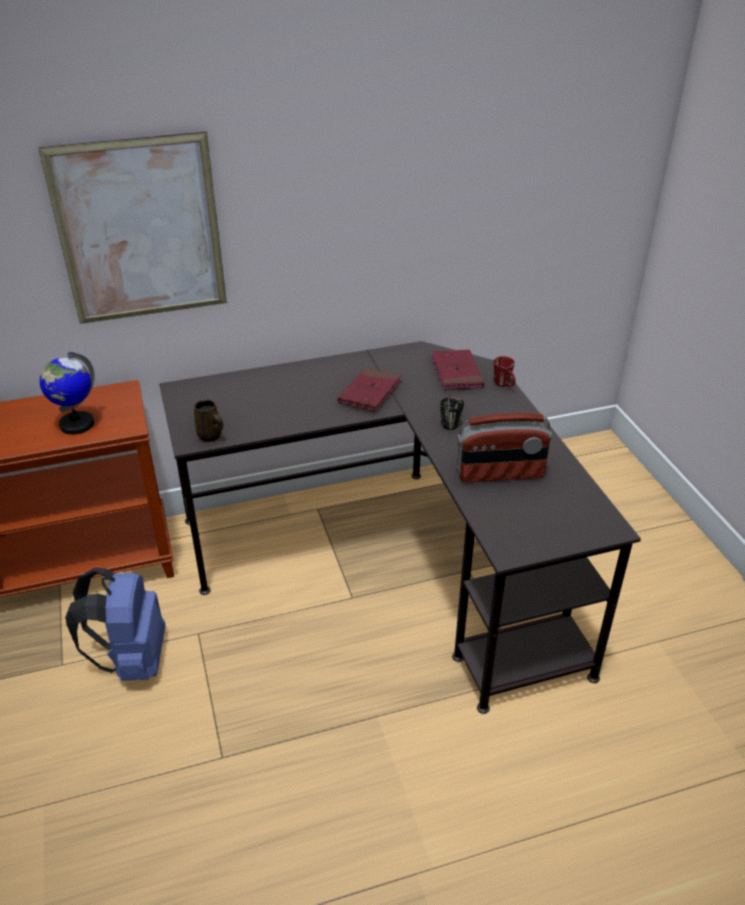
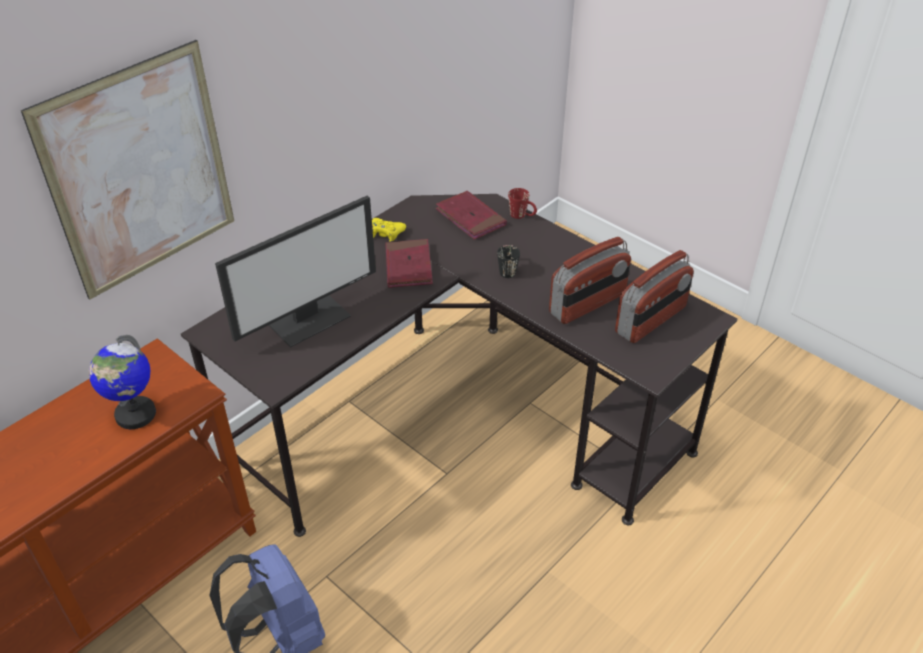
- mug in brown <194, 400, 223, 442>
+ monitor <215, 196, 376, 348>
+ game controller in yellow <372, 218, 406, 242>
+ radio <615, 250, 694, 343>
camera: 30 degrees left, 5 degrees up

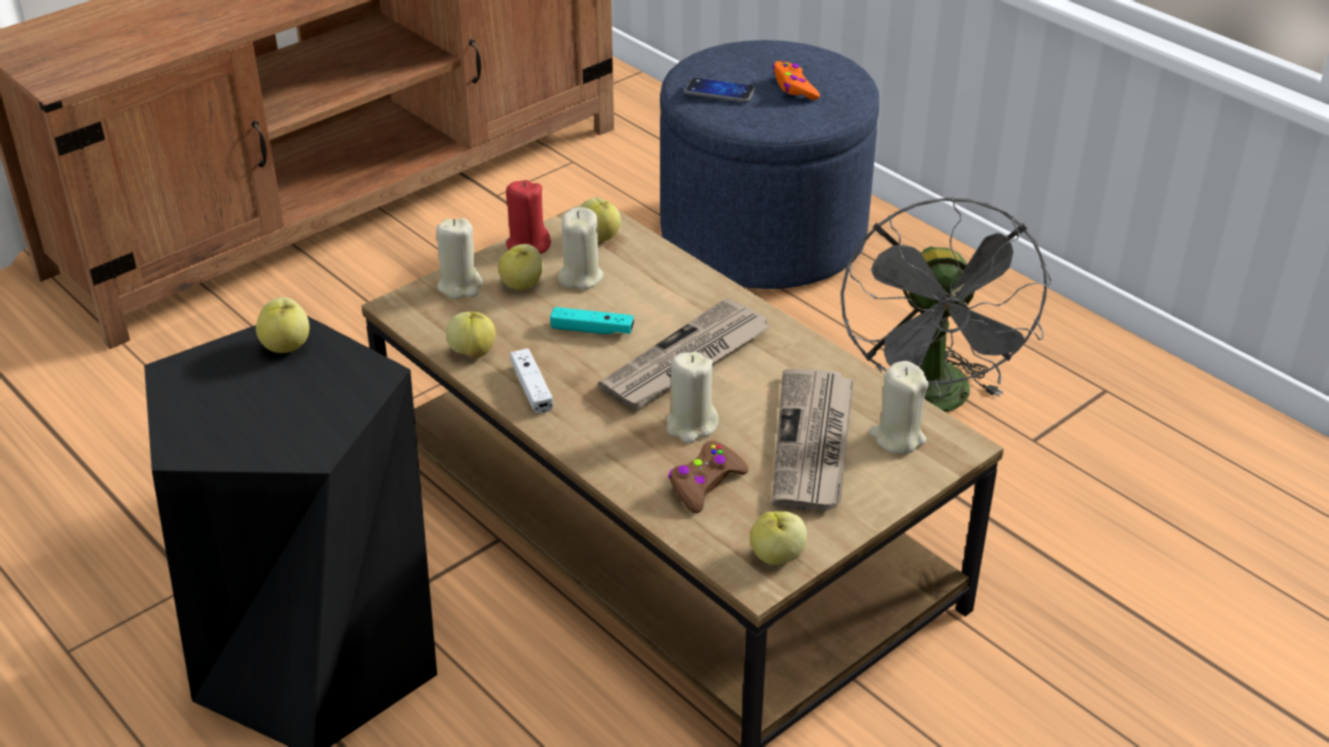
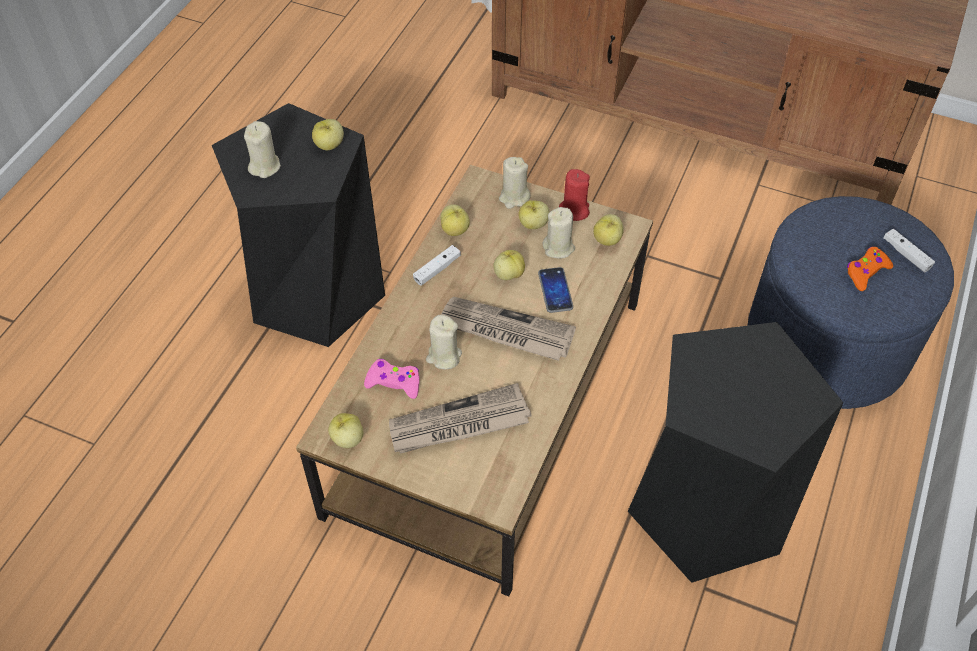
+ game controller in white <884, 229, 935, 272>
~ phone <685, 77, 755, 102> to <538, 267, 573, 313>
~ candle in beige <869, 361, 929, 454> to <244, 121, 281, 178>
~ game controller in turquoise <550, 307, 634, 334> to apple <493, 250, 525, 280>
~ fan in grey <841, 196, 1051, 412> to stool in black <628, 322, 843, 583>
~ game controller in brown <668, 441, 749, 513> to game controller in pink <364, 359, 419, 399>
camera: 65 degrees right, 15 degrees up

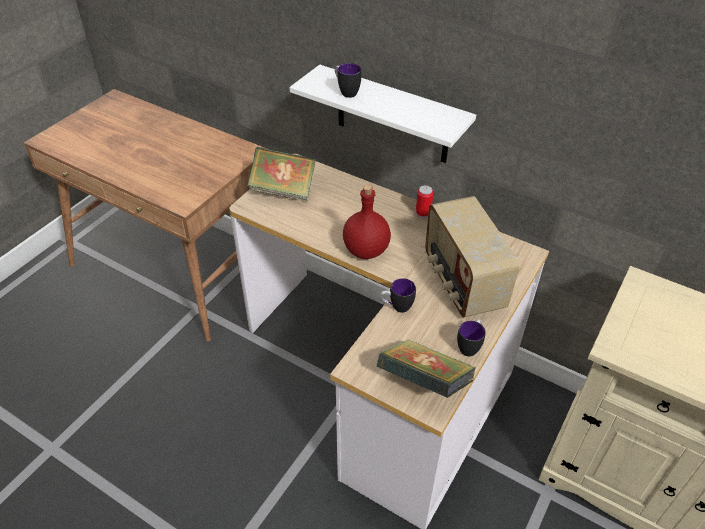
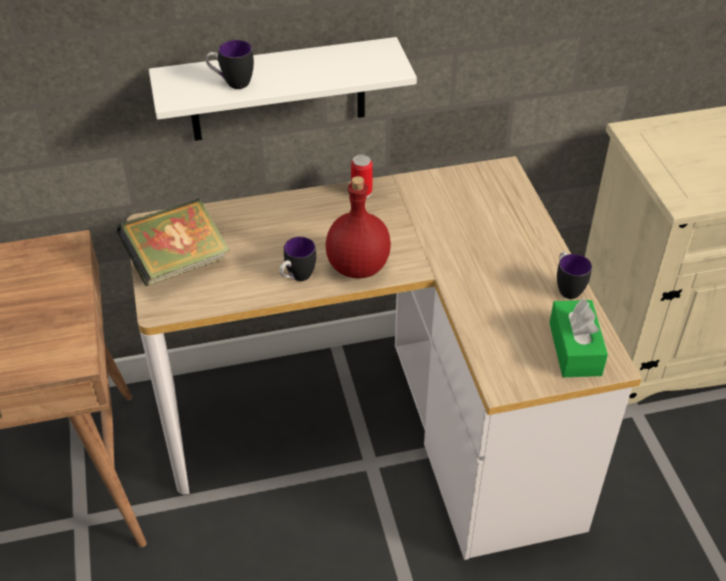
- radio <425, 196, 519, 318>
~ mug <380, 278, 416, 313> to <279, 237, 316, 281>
~ book <377, 339, 476, 398> to tissue box in green <549, 298, 608, 377>
camera: 45 degrees left, 0 degrees up

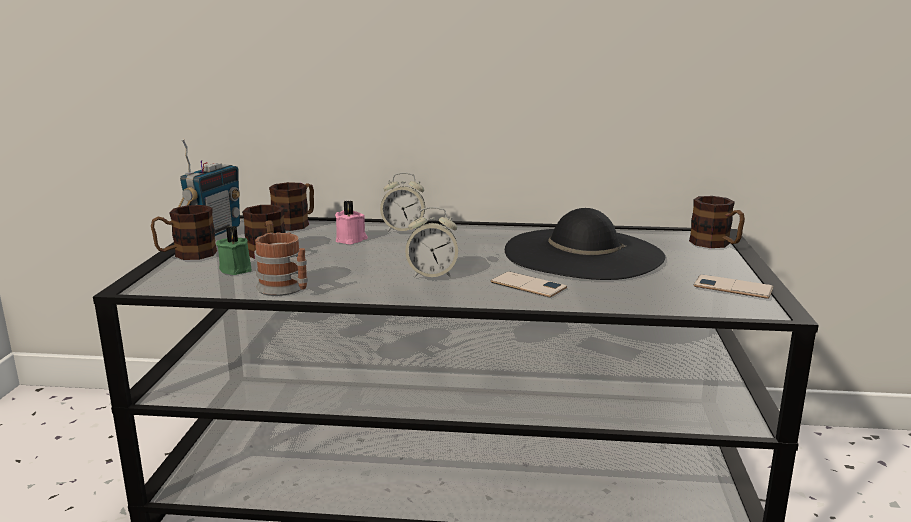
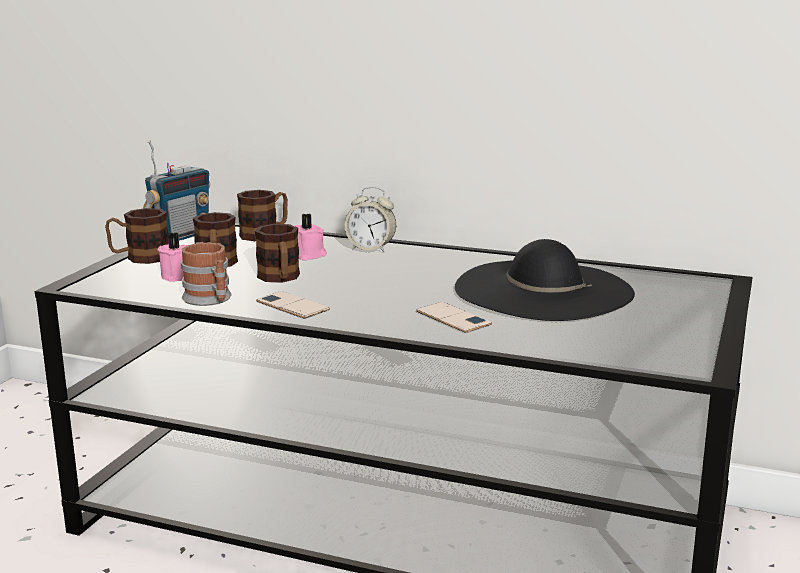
- alarm clock <405, 207, 458, 278>
~ mug <689, 196, 745, 248> to <255, 224, 300, 283>
~ phone <693, 274, 773, 299> to <256, 291, 330, 318>
~ candle in green <216, 226, 252, 275> to candle in pink <158, 232, 187, 282>
camera: 15 degrees right, 0 degrees up

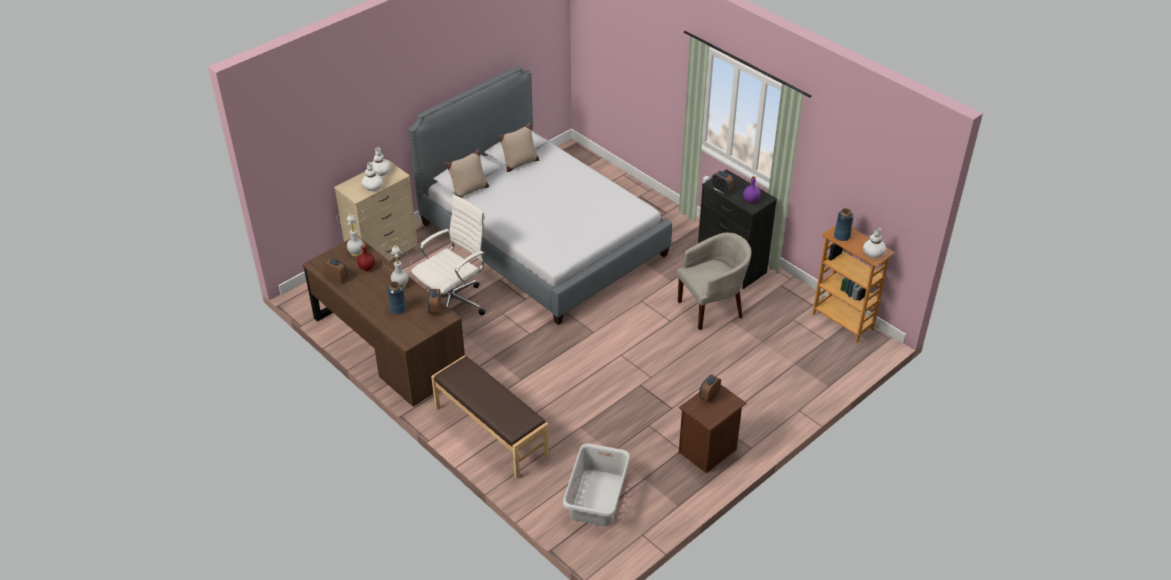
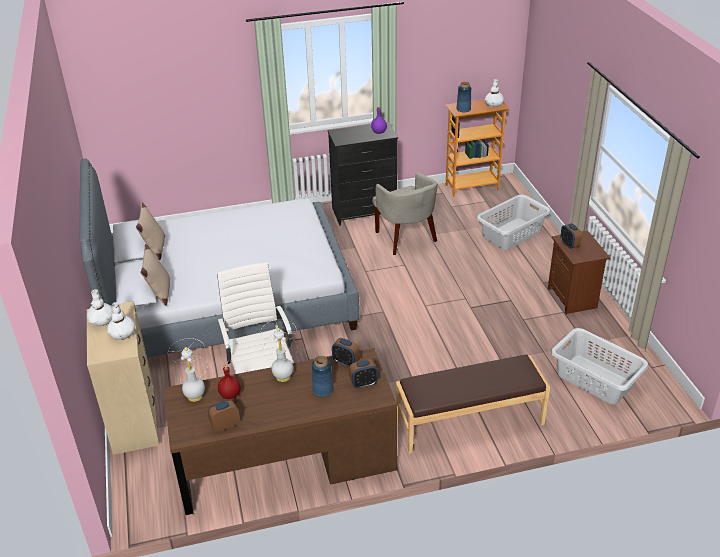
+ laundry basket in grey <477, 195, 551, 250>
~ alarm clock <712, 170, 733, 195> to <349, 359, 378, 389>
~ armchair in beige <677, 233, 752, 330> = <372, 173, 438, 255> 150 degrees clockwise
camera: 60 degrees left, 5 degrees down

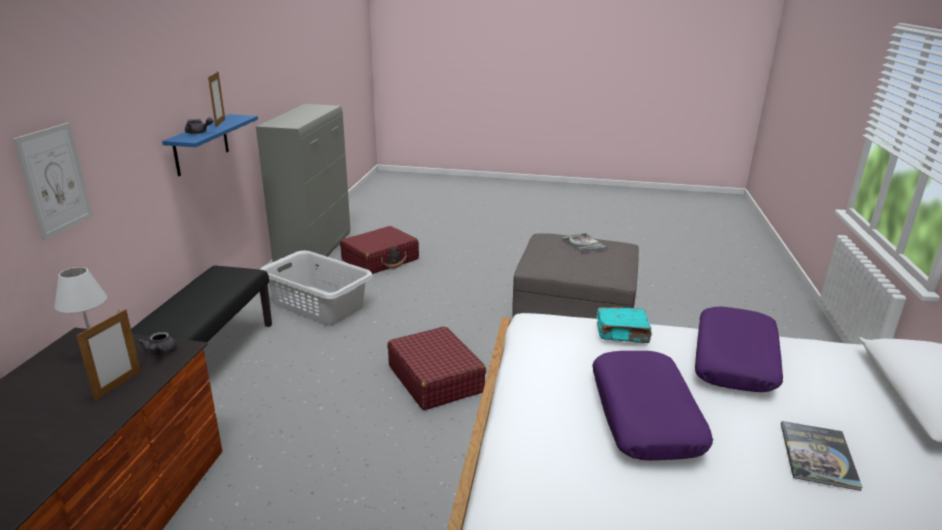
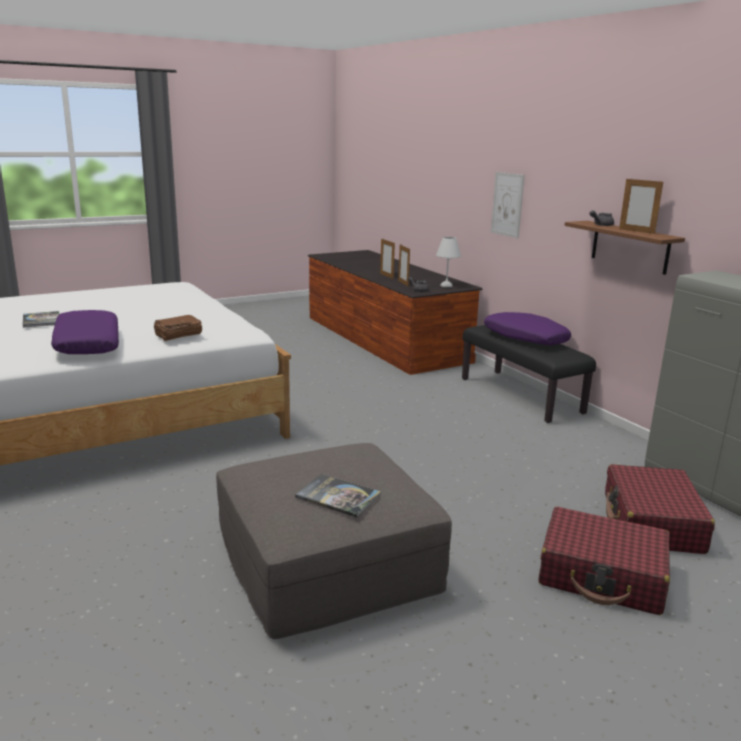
- laundry basket in grey <260, 251, 373, 325>
+ picture frame <380, 239, 395, 279>
~ suitcase in red <387, 326, 486, 410> to <538, 507, 670, 615>
~ pillow in purple <592, 351, 713, 460> to <484, 312, 571, 345>
~ shelf in blue <162, 114, 258, 176> to shelf in brown <565, 221, 685, 275>
~ book in turquoise <596, 307, 652, 343> to book in brown <153, 315, 202, 341>
camera: 140 degrees right, 5 degrees down

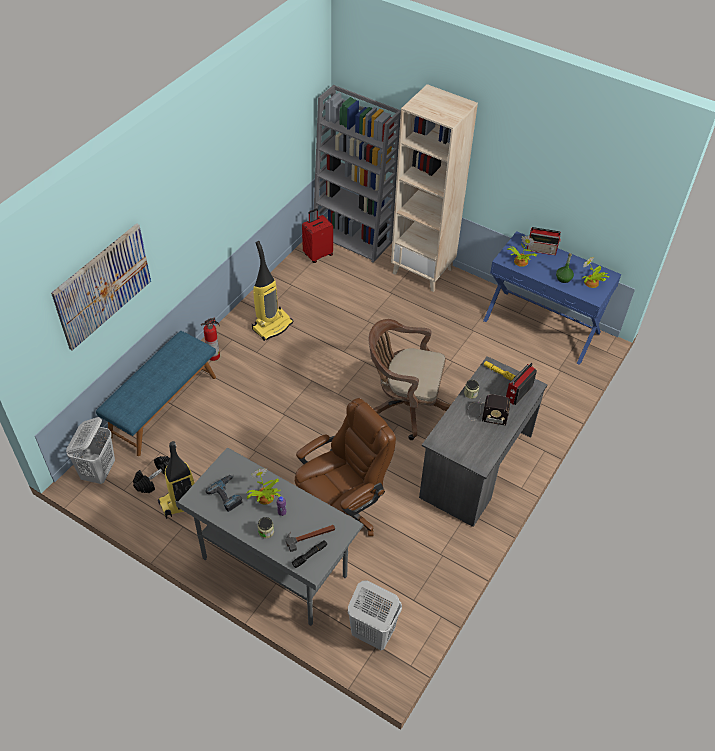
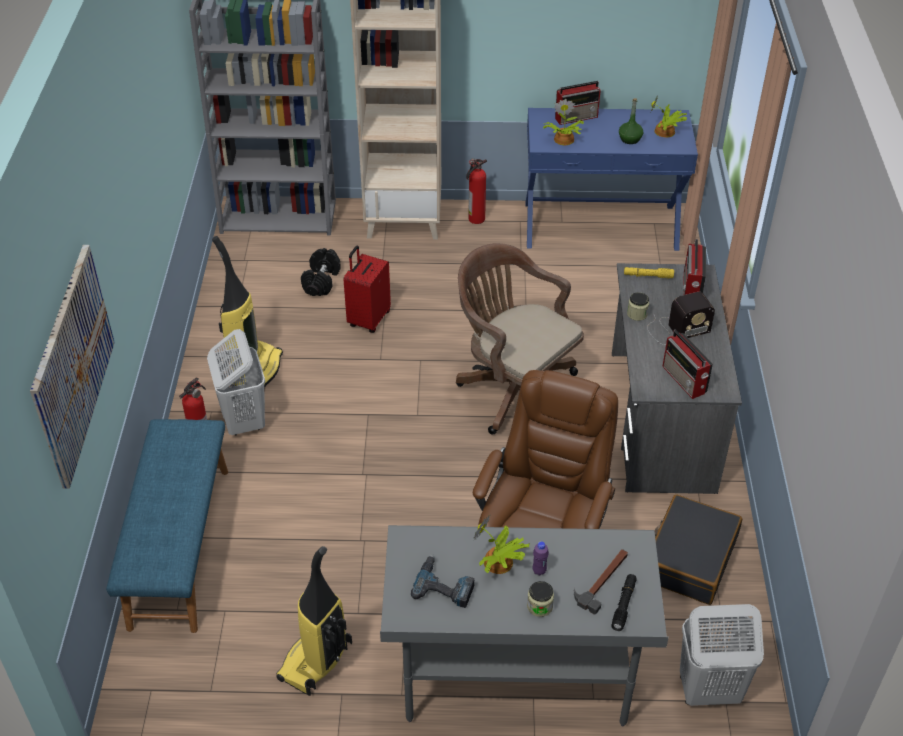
+ fire extinguisher <466, 158, 487, 224>
+ suitcase in black <654, 495, 742, 605>
+ radio <662, 329, 713, 399>
~ laundry basket in white <66, 417, 115, 484> to <207, 329, 265, 436>
~ dumbbell in black <133, 456, 170, 493> to <301, 248, 341, 296>
~ suitcase in red <302, 209, 333, 263> to <343, 246, 391, 333>
~ office chair in brown <369, 319, 451, 440> = <456, 243, 584, 434> 60 degrees clockwise
camera: 30 degrees left, 5 degrees down

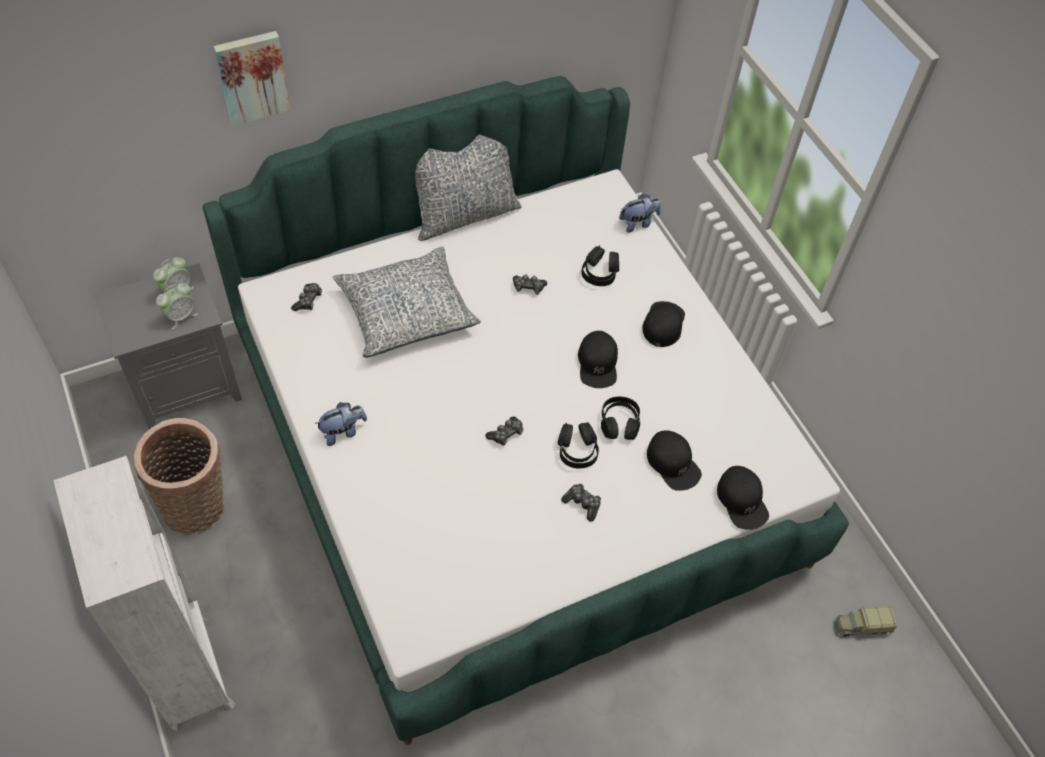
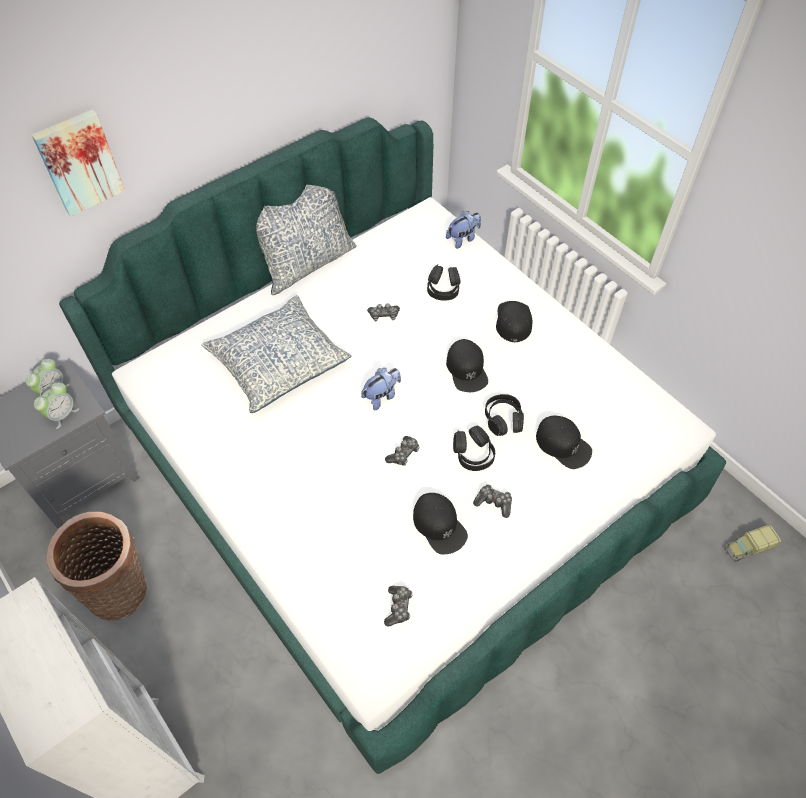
~ game controller <291, 283, 322, 311> to <384, 586, 413, 626>
~ plush toy <315, 402, 367, 446> to <361, 368, 401, 410>
~ cap in black <717, 466, 769, 530> to <413, 493, 468, 554>
camera: 10 degrees left, 0 degrees up

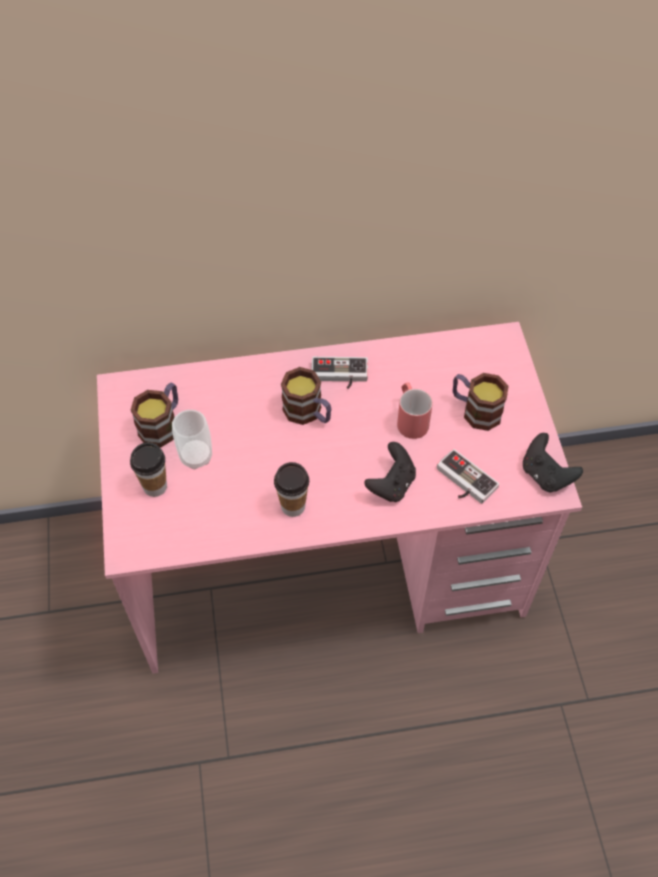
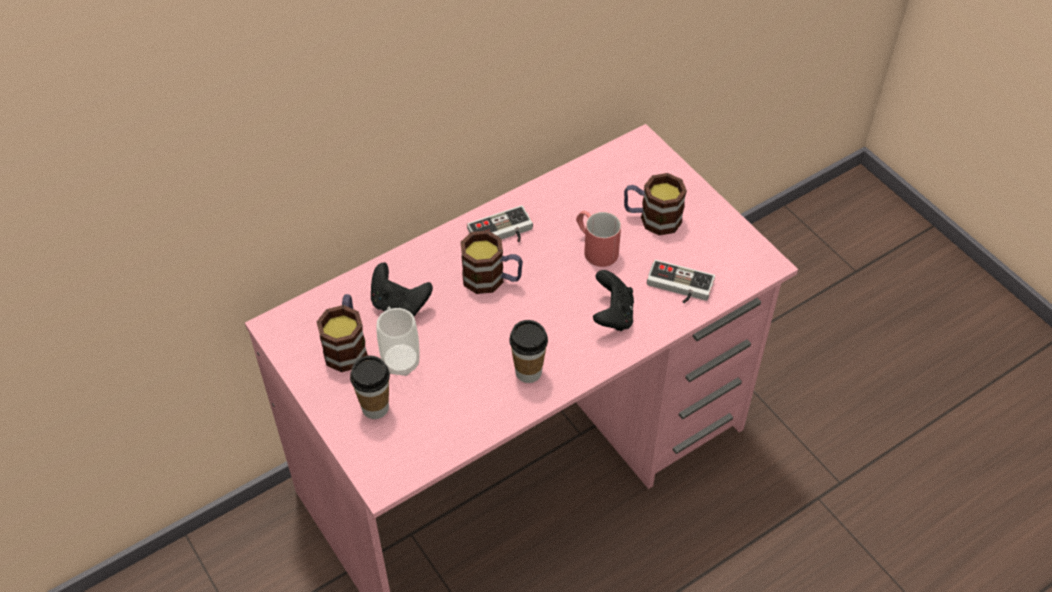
~ game controller in black <523, 433, 583, 493> to <371, 262, 433, 316>
camera: 25 degrees left, 5 degrees down

